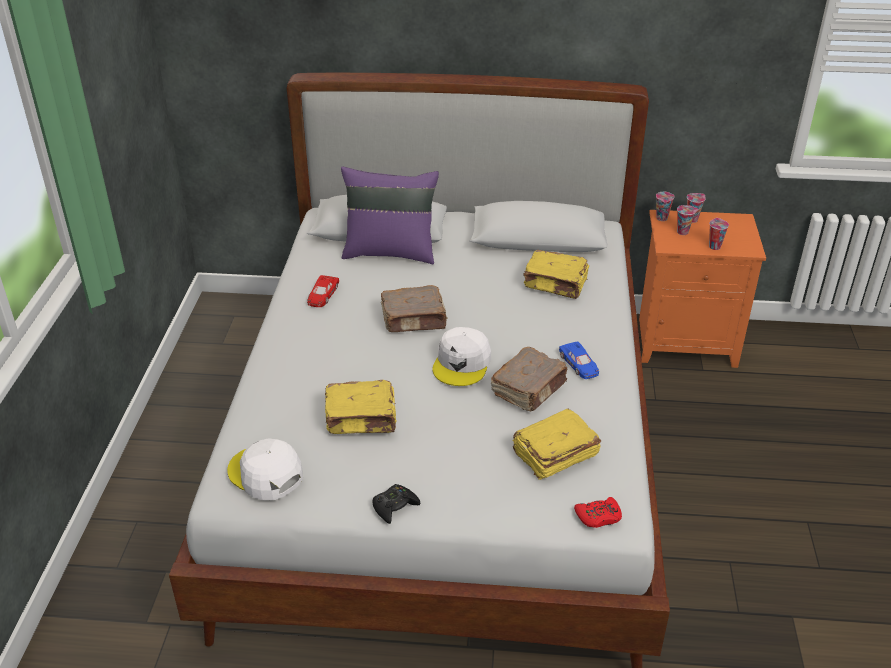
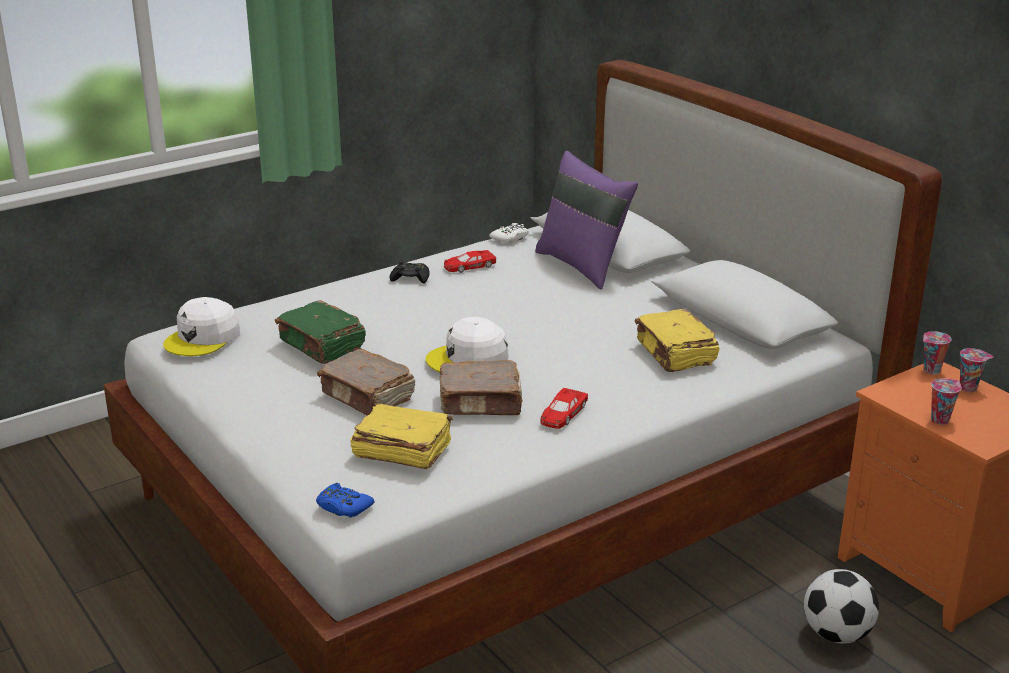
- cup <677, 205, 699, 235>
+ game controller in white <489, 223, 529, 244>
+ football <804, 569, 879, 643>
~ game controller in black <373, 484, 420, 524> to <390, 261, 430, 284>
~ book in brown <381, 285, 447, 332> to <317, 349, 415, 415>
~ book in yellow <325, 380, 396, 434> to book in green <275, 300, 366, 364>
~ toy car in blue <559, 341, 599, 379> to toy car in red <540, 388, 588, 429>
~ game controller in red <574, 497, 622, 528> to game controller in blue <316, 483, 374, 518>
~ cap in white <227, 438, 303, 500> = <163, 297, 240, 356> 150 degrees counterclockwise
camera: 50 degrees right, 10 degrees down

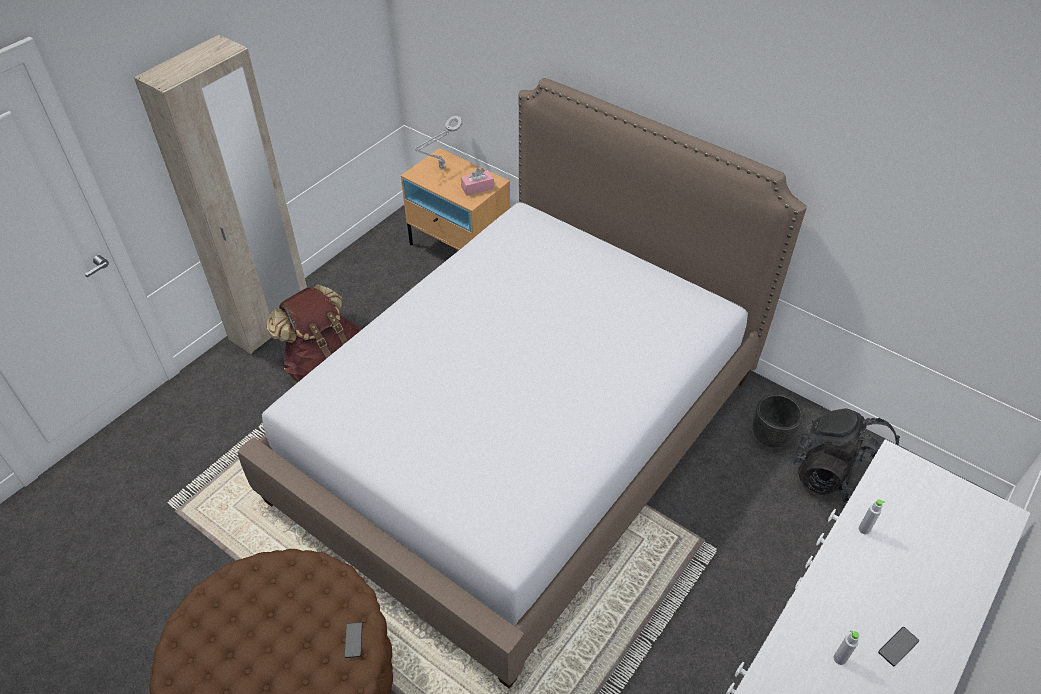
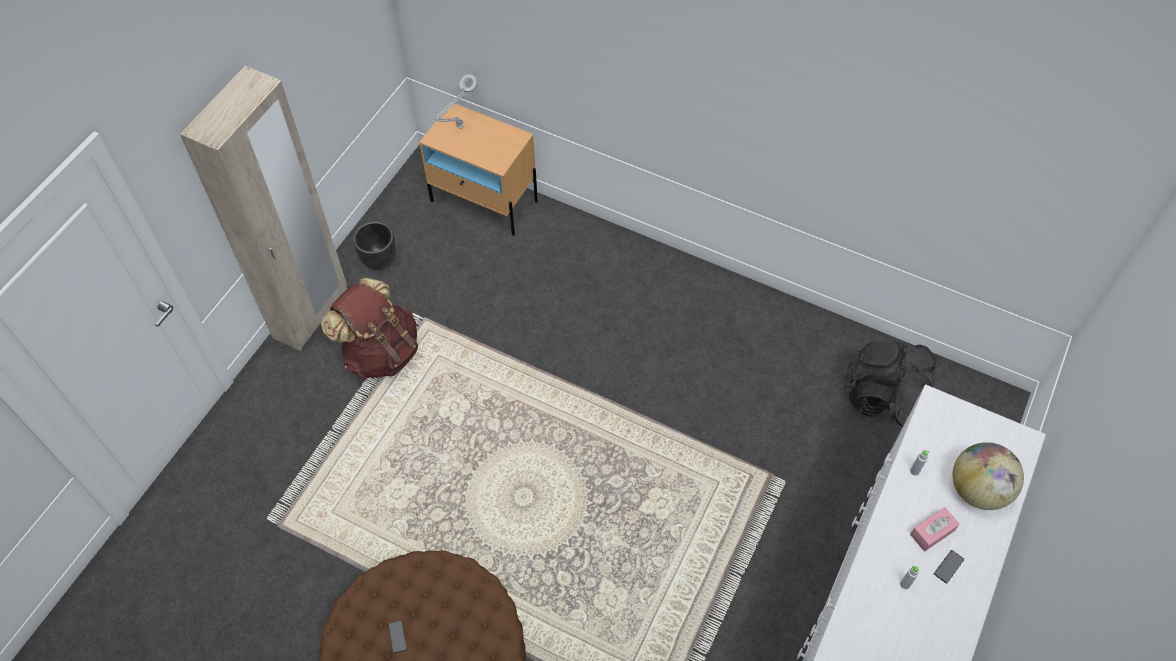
- bed <238, 78, 807, 689>
+ globe <953, 442, 1024, 510>
~ phone <345, 622, 362, 658> to <388, 620, 407, 653>
~ tissue box in pink <461, 168, 494, 196> to <910, 507, 960, 551>
~ planter in black <752, 394, 804, 448> to <353, 221, 396, 269>
camera: 10 degrees left, 10 degrees up

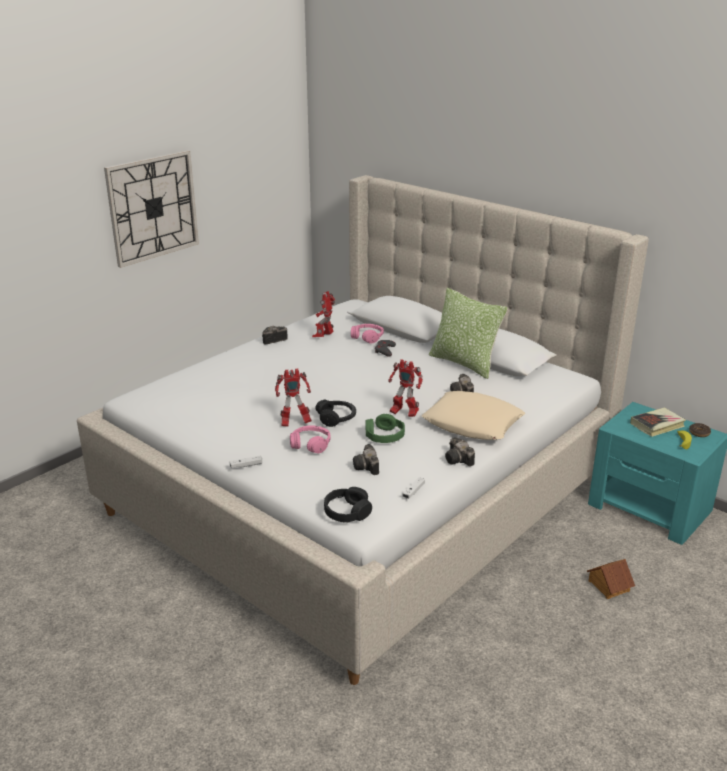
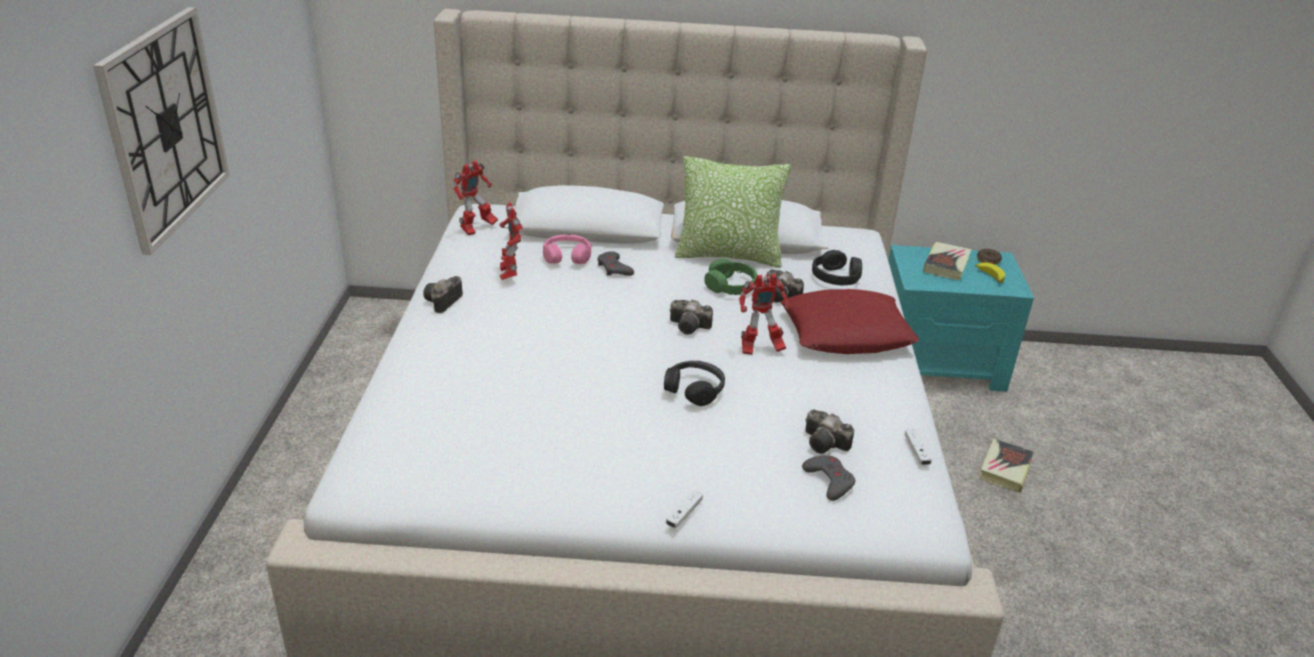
- headphones in pink <290, 425, 331, 454>
+ game controller in grey <802, 456, 855, 501>
~ toy robot <275, 369, 312, 427> to <452, 160, 498, 235>
~ headphones in black <324, 487, 372, 523> to <812, 250, 862, 285>
~ headphones in green <366, 414, 405, 443> to <704, 259, 757, 295>
~ photo camera <445, 437, 475, 466> to <670, 299, 713, 335>
~ toy house <587, 559, 635, 599> to book <979, 439, 1034, 493>
~ pillow in beige <422, 391, 525, 440> to pillow in red <781, 289, 919, 354>
camera: 40 degrees left, 5 degrees up

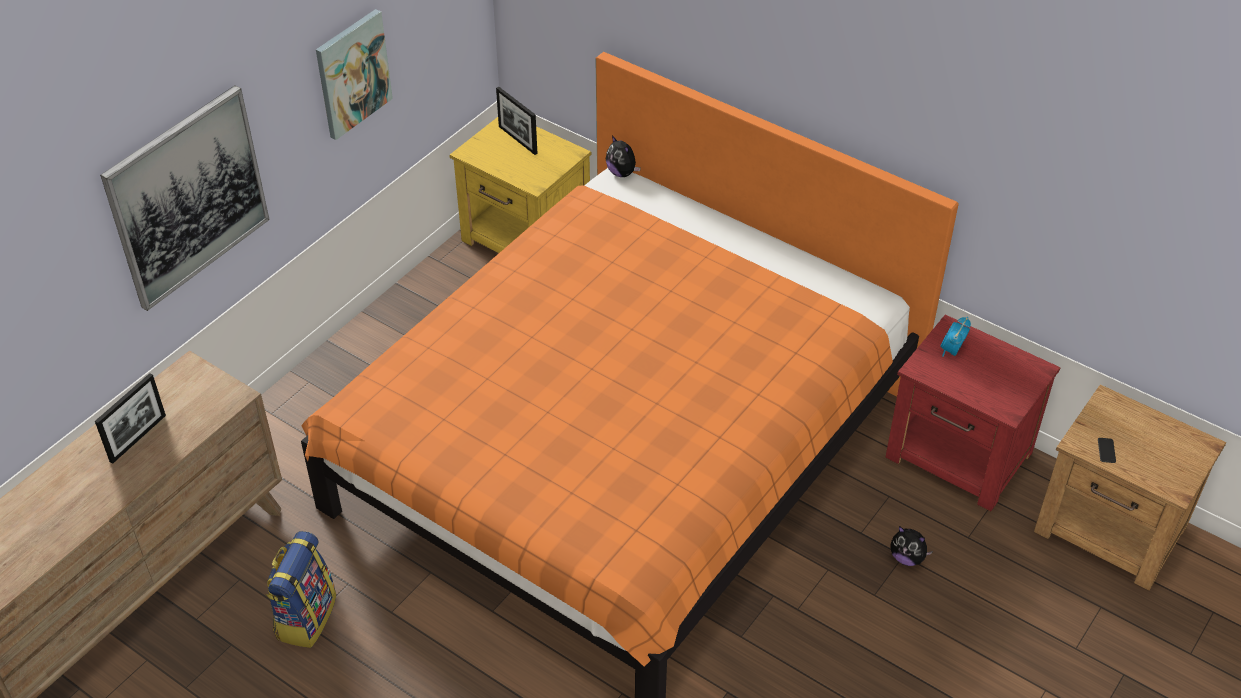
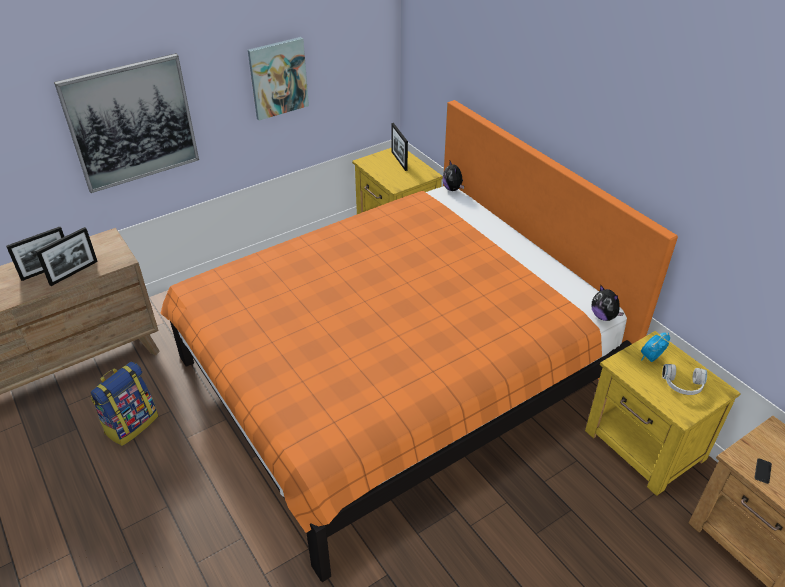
+ picture frame <36, 227, 98, 286>
+ headphones in white <662, 364, 707, 395>
~ plush toy <890, 526, 933, 566> to <592, 284, 624, 321>
~ nightstand in red <885, 315, 1060, 511> to nightstand in yellow <585, 331, 741, 496>
camera: 20 degrees right, 5 degrees down

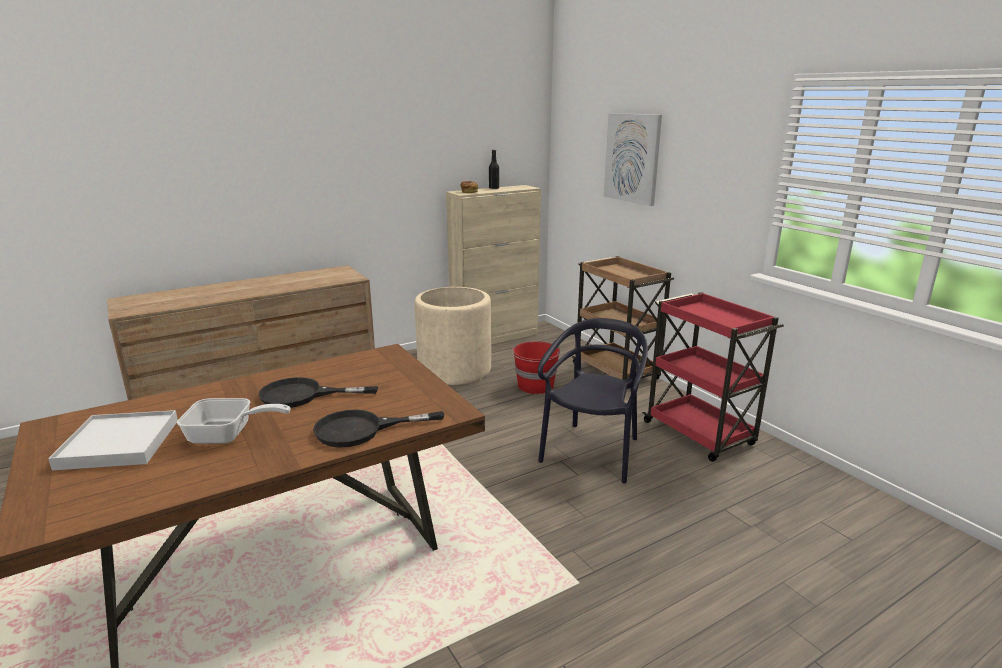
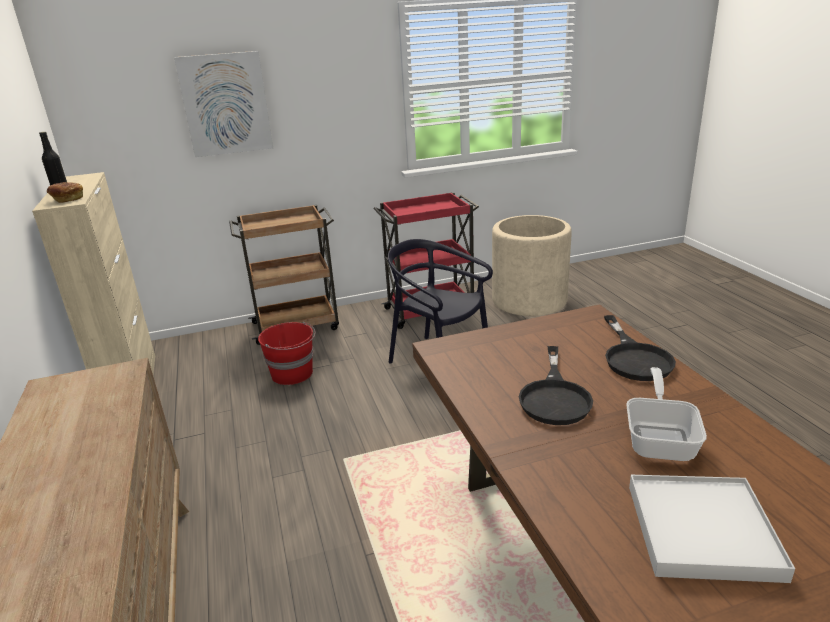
~ planter in beige <414, 287, 491, 385> to <492, 215, 572, 316>
camera: 75 degrees left, 5 degrees up

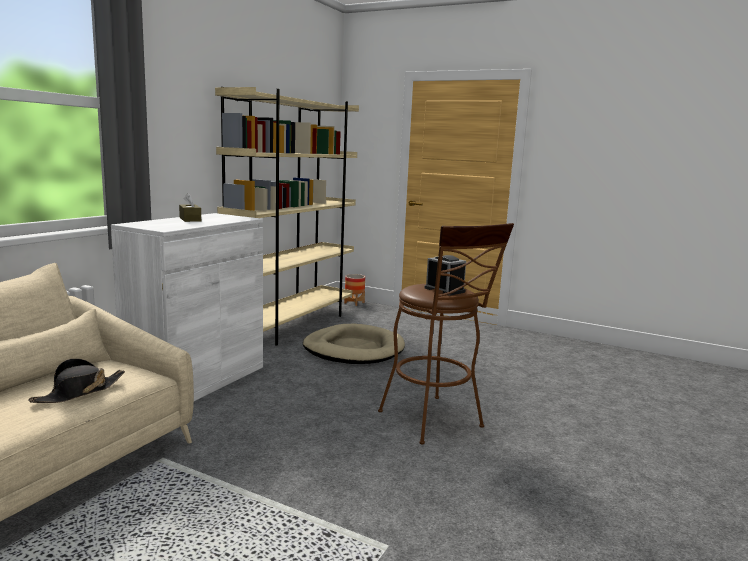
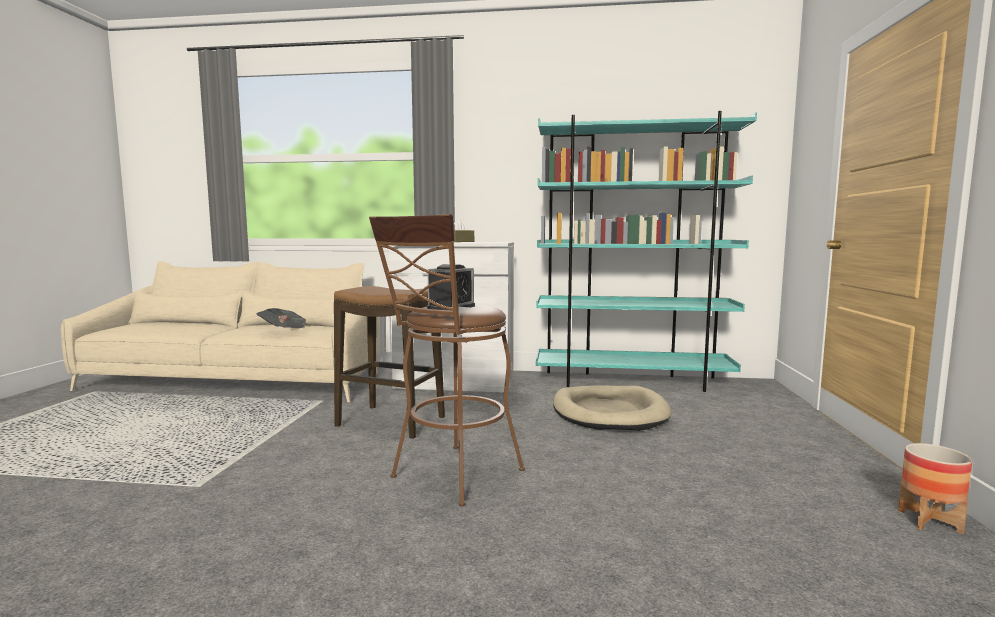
+ stool <334, 286, 445, 439>
~ planter <344, 274, 365, 306> to <898, 443, 972, 534>
~ hat in black <28, 358, 125, 403> to newspaper <256, 308, 307, 328>
~ bookcase in beige <215, 87, 359, 346> to bookcase in turquoise <536, 111, 757, 392>
camera: 70 degrees right, 5 degrees down

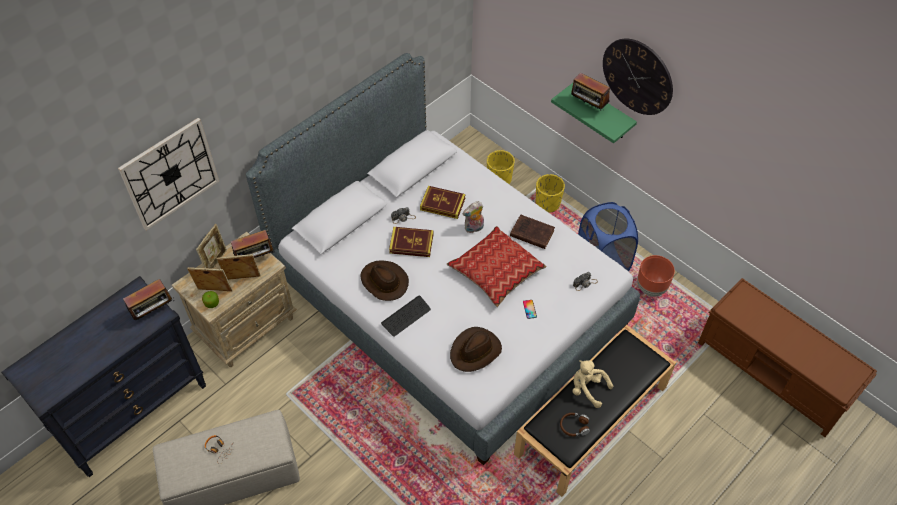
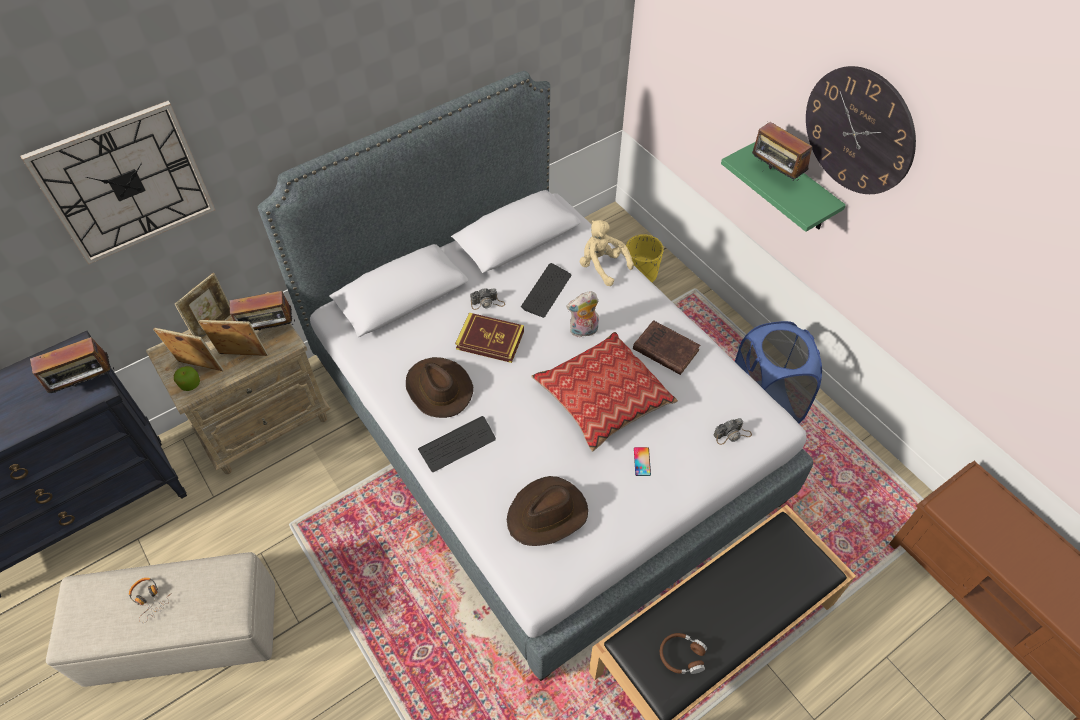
- planter in yellow <536, 174, 565, 213>
- planter in brown <637, 255, 675, 296>
~ plush toy in beige <572, 360, 613, 408> to <580, 220, 634, 286>
~ book <420, 186, 466, 219> to keyboard <521, 263, 571, 318>
camera: 10 degrees right, 0 degrees up

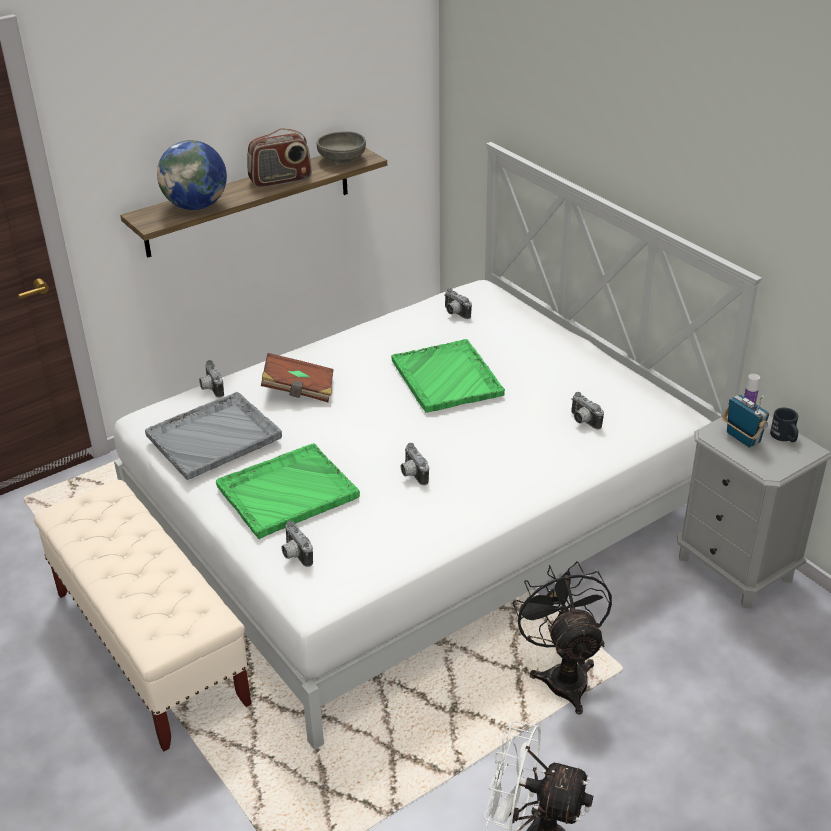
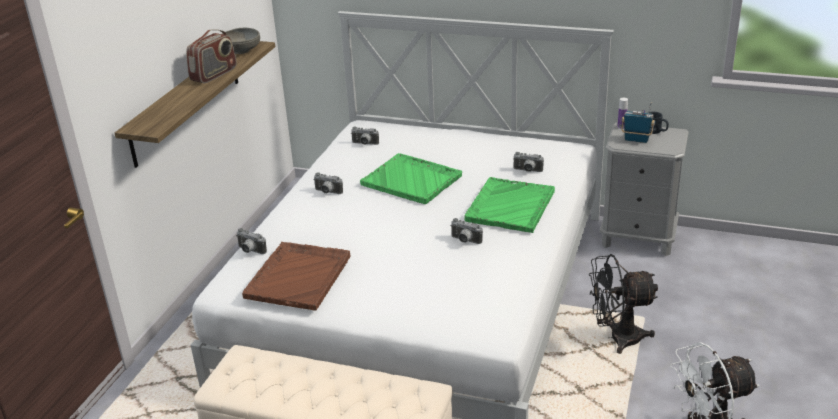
- globe <157, 140, 227, 210>
- book in brown <261, 353, 334, 402>
~ tray in green <216, 443, 360, 539> to <465, 177, 555, 233>
~ photo camera <281, 521, 313, 567> to <313, 172, 343, 194>
~ tray in grey <145, 392, 282, 480> to tray in brown <242, 242, 350, 311>
~ fan in black <513, 562, 612, 715> = <589, 254, 658, 354> 45 degrees counterclockwise
camera: 35 degrees left, 5 degrees down

